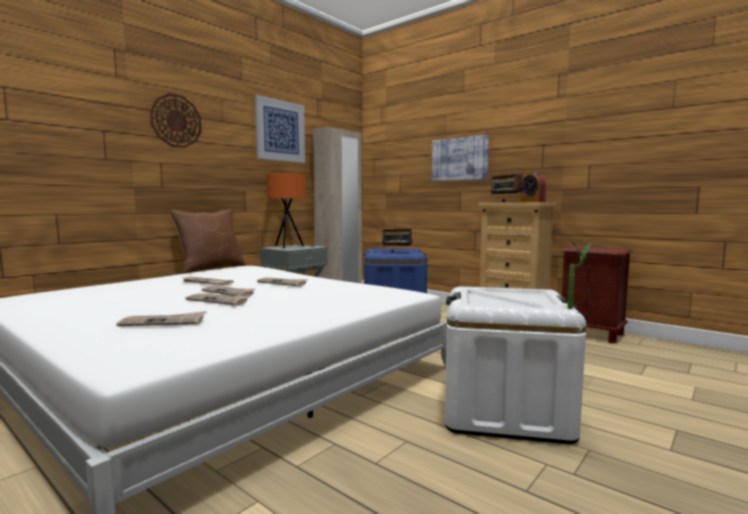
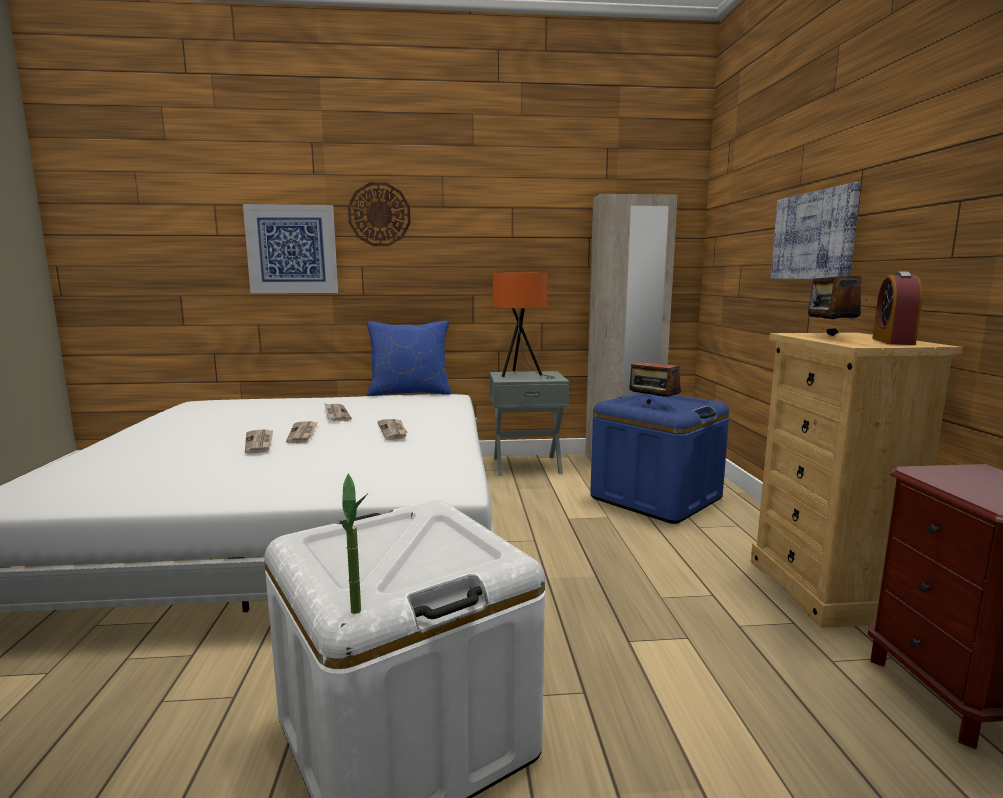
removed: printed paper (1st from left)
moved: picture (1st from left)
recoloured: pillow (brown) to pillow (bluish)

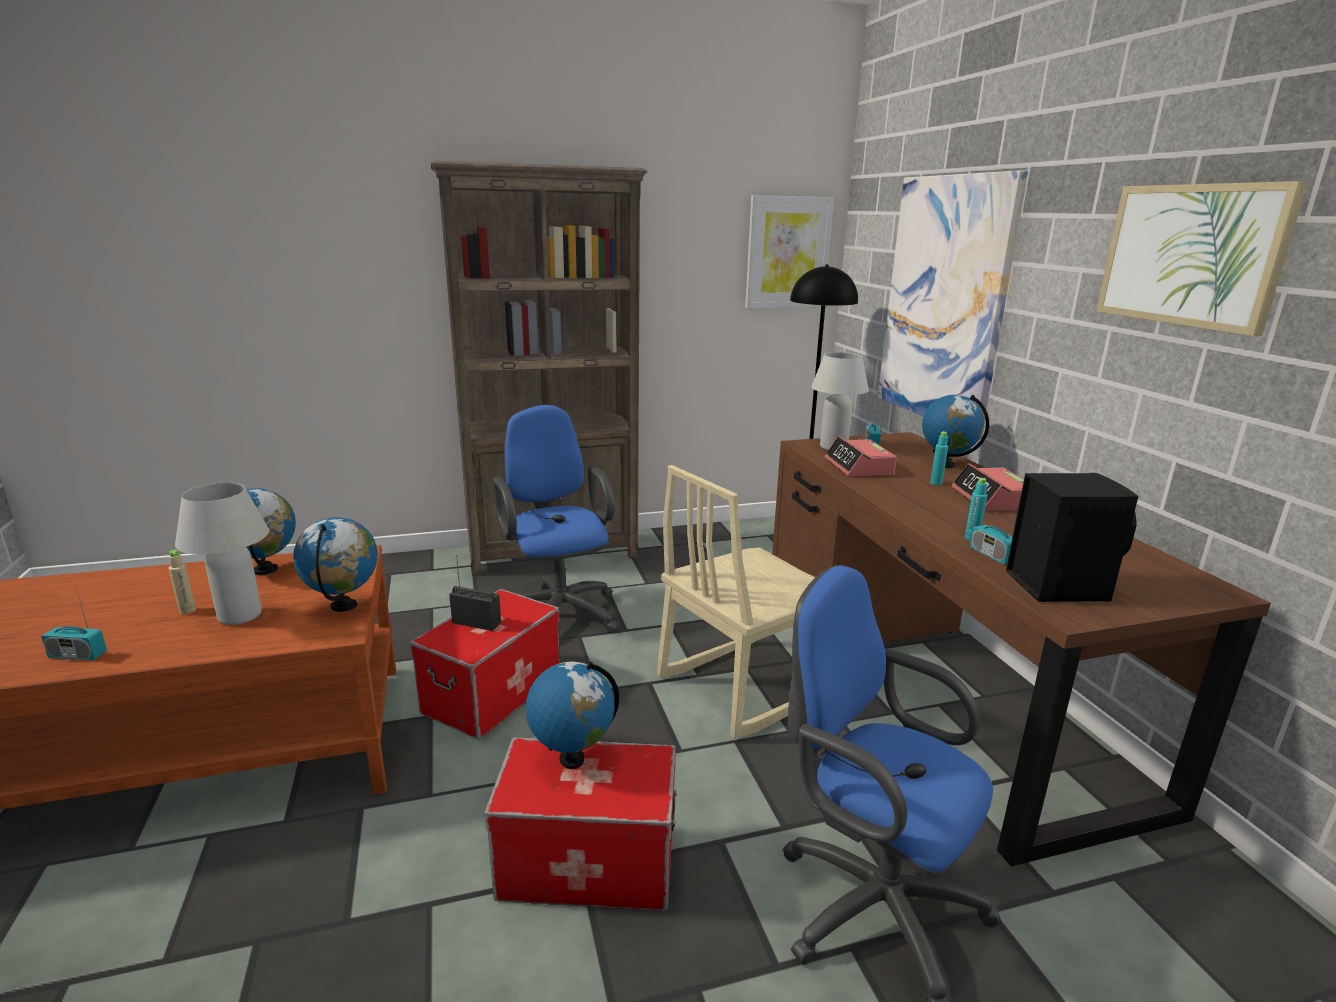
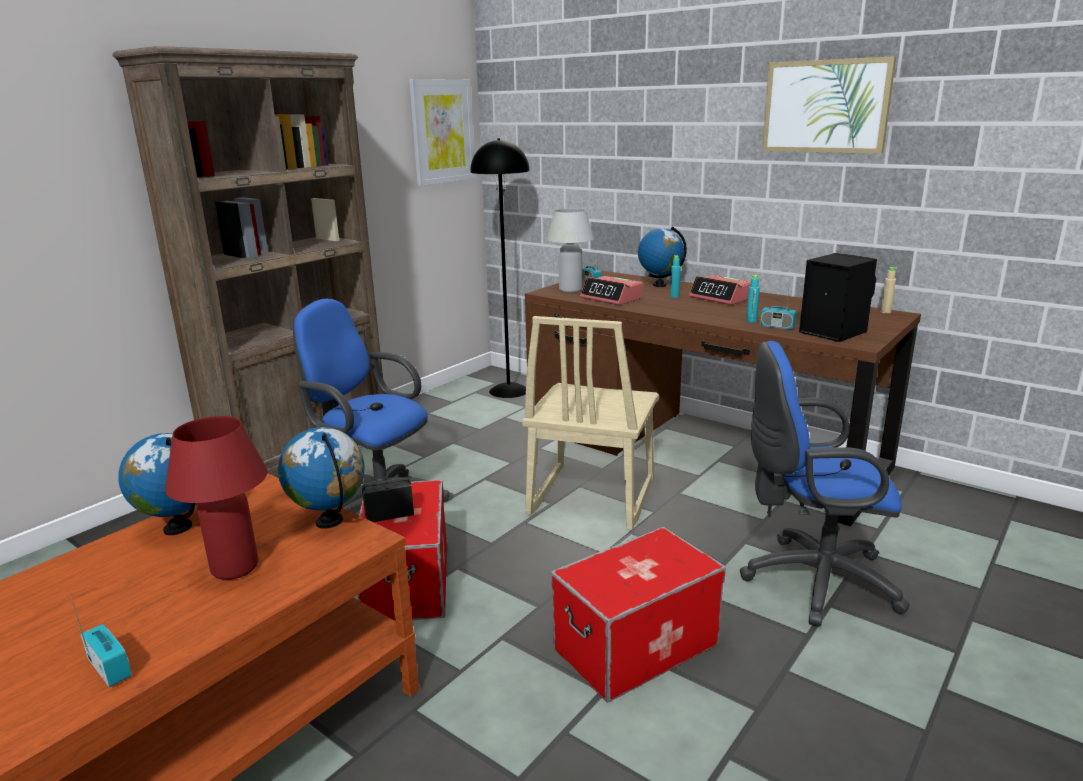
removed: picture (2nd from left); world globe (3rd from left)
moved: bottle (sand-coloured)
recoloured: lamp for a table (whitish) (1st from left) to lamp for a table (red)
turned: radio receiver (1st from left) 105 degrees counterclockwise

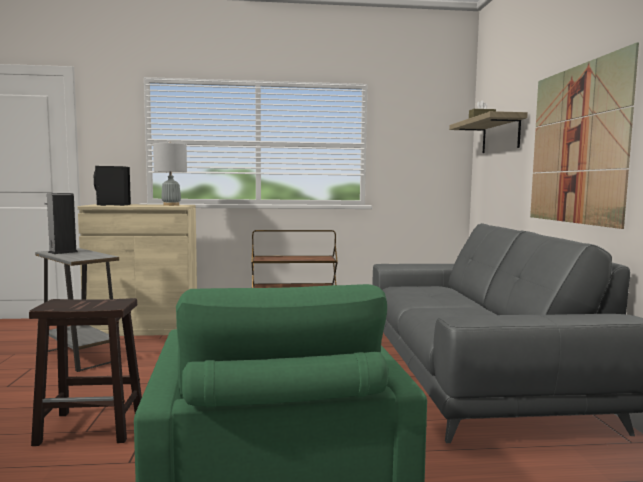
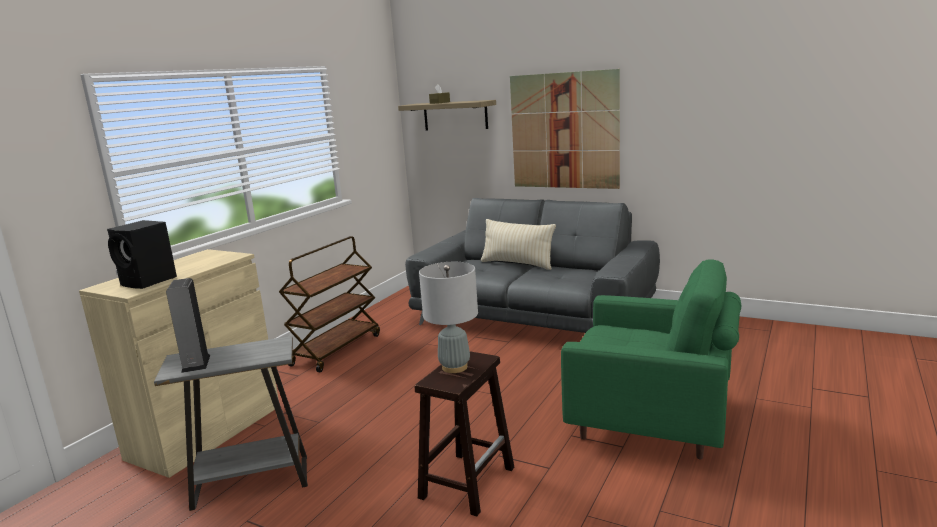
added: pillow (sand-coloured)
moved: lamp for a table (greyish)

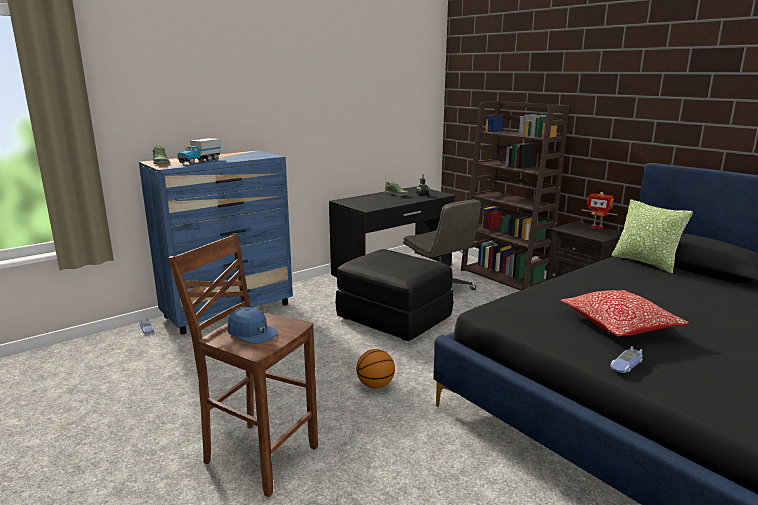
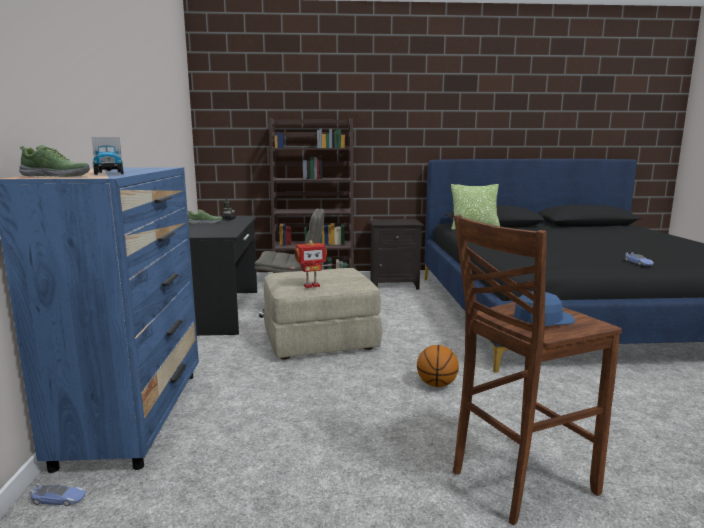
removed: pillow (1st from left)
moved: robot figure (2nd from left)
recoloured: pouffe (blackish) to pouffe (sand-coloured)

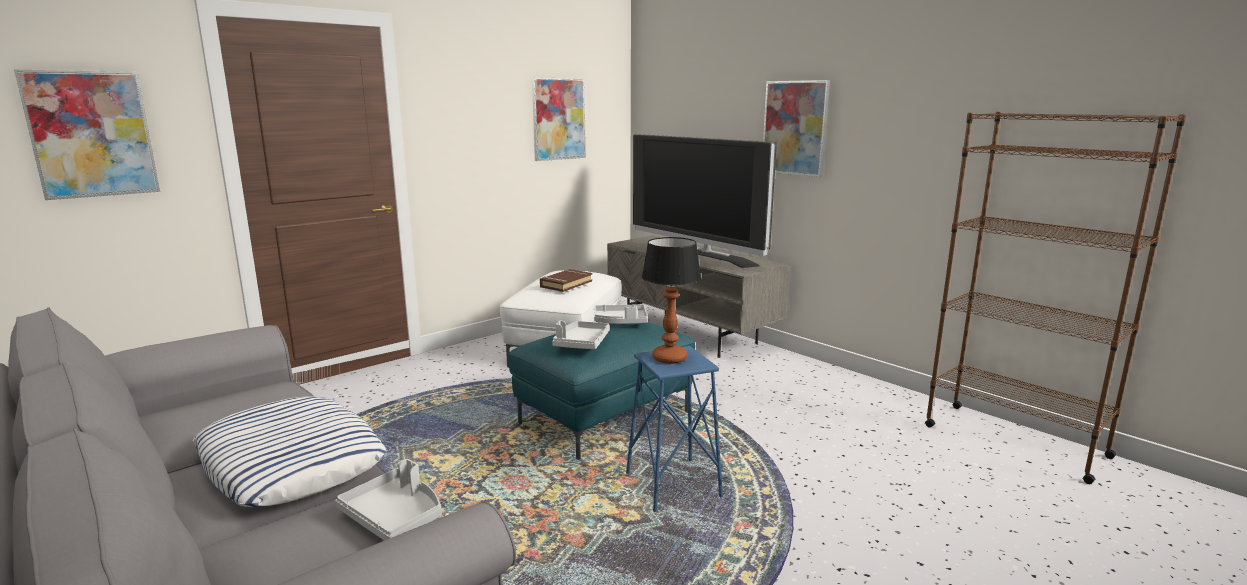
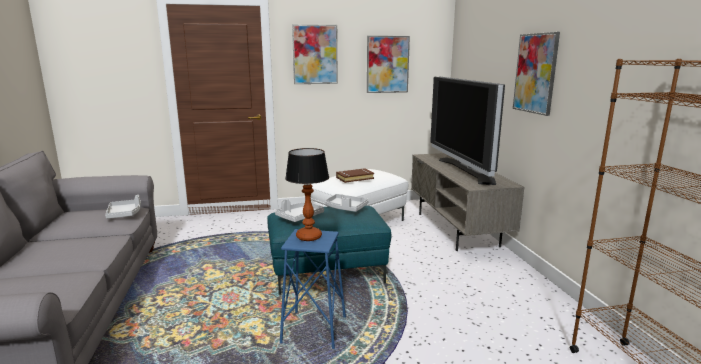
removed: pillow
moved: picture (1st from left); serving tray (greyish) (1st from left)

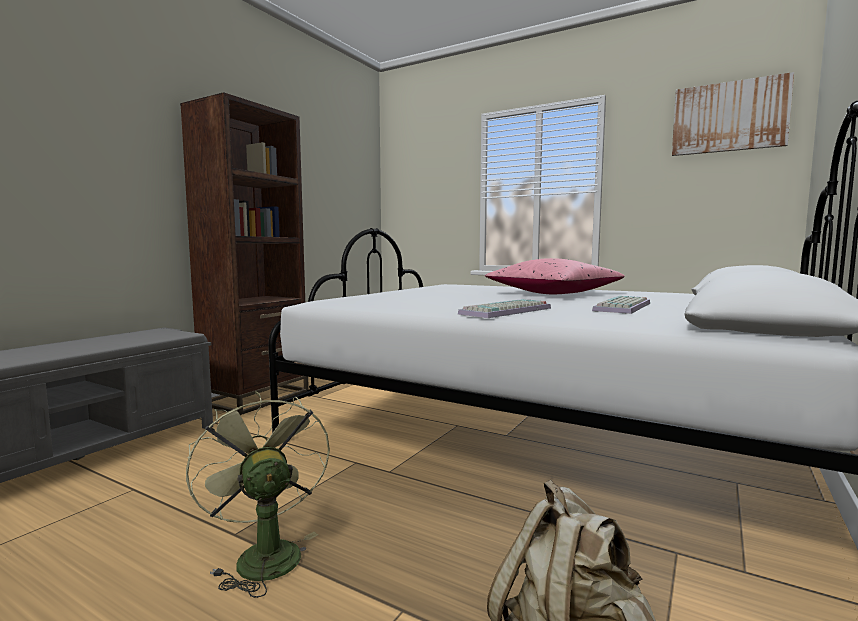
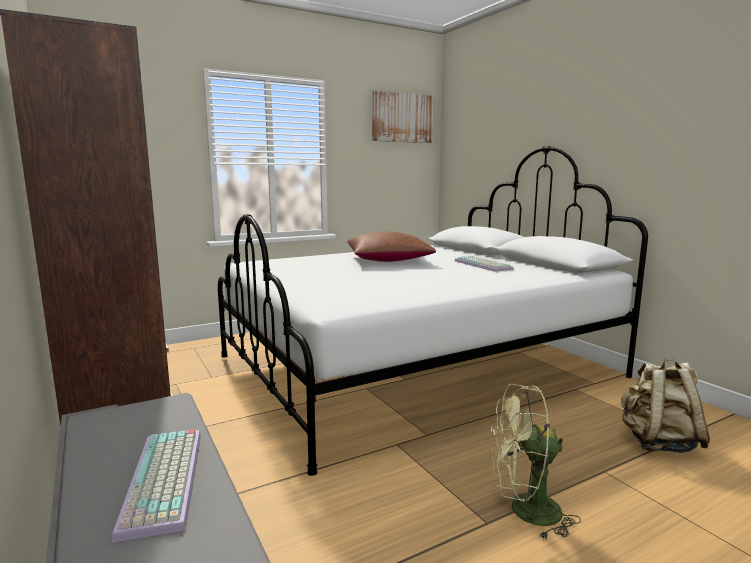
moved: PC keyboard (1st from left)
recoloured: pillow (pinkish) to pillow (brown)

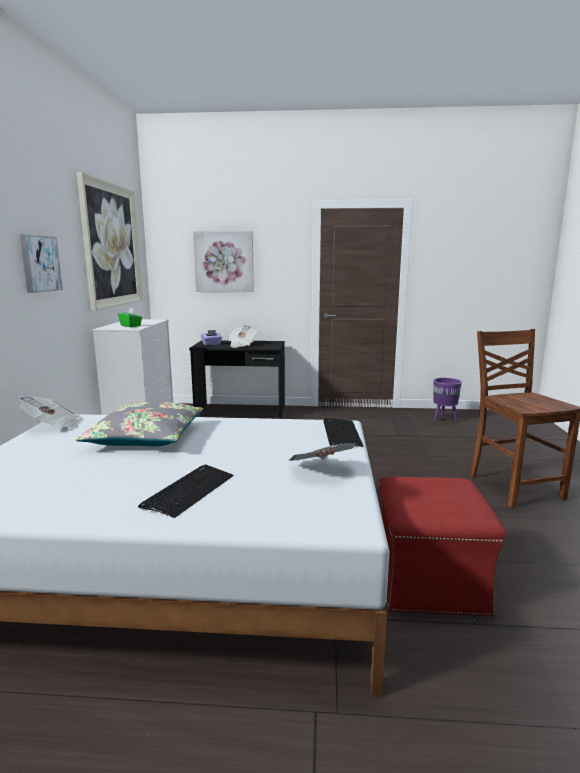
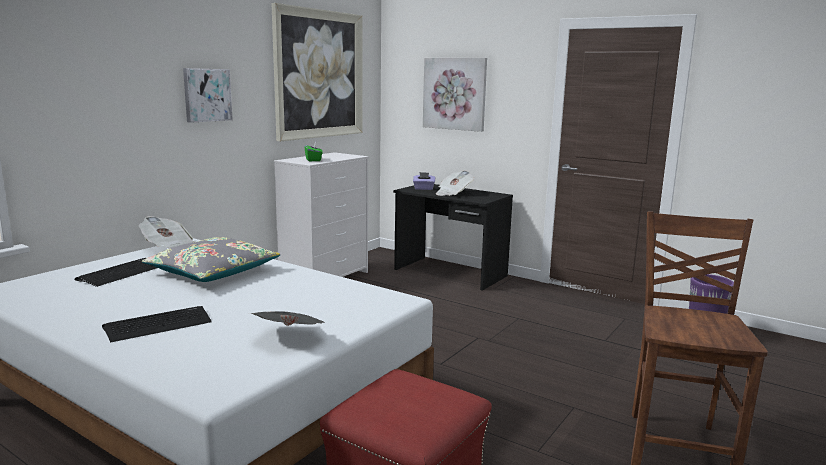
moved: PC keyboard (2nd from left in the first image) to PC keyboard (1st from left)

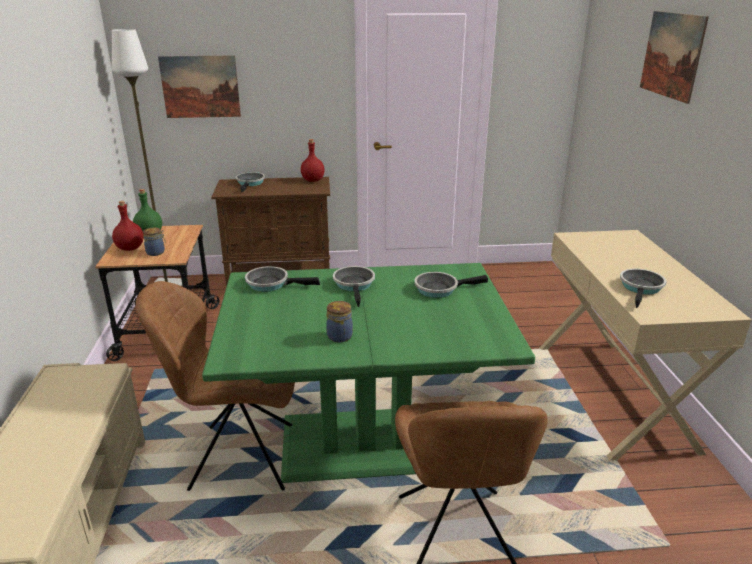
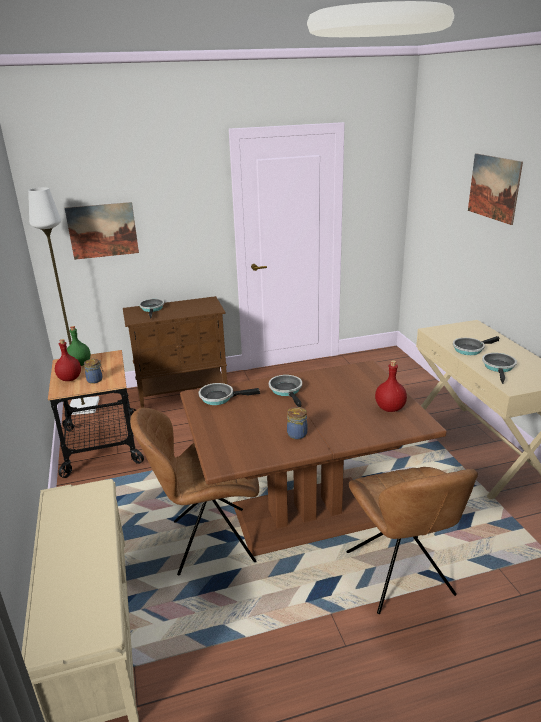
moved: bottle (red) (2nd from left); skillet (4th from left)
recoloured: kitchen table (green-coloured) to kitchen table (brown)

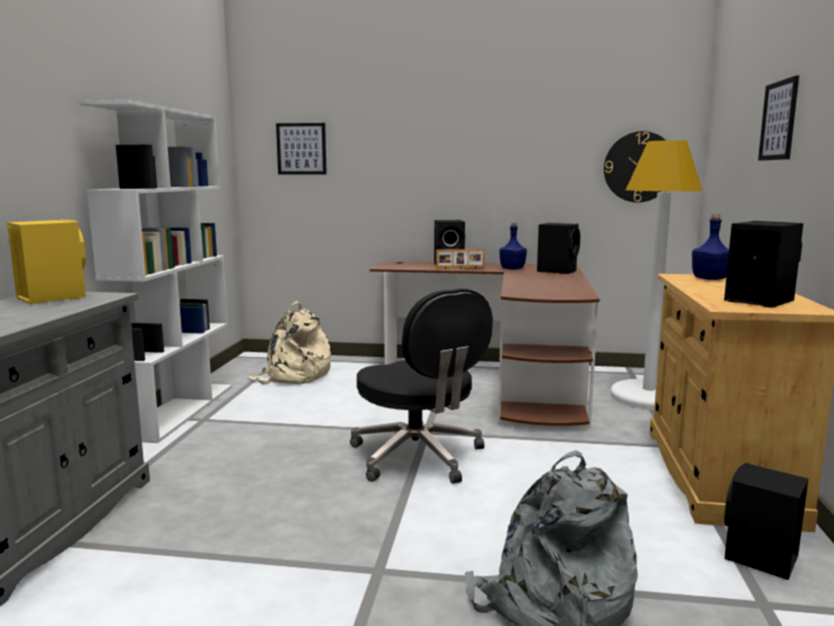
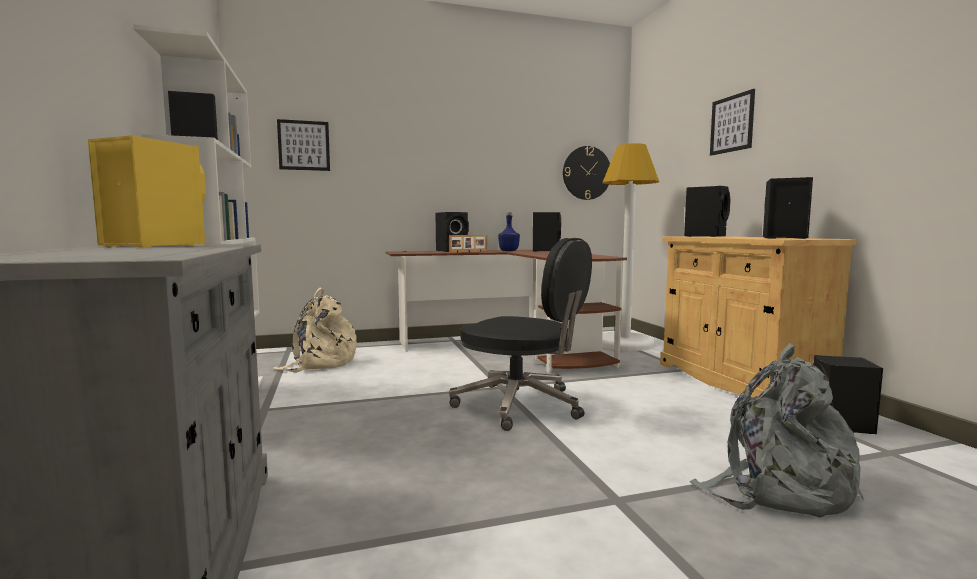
replaced: bottle (bluish) (2nd from left) to loudspeaker (blackish) (3rd from left)

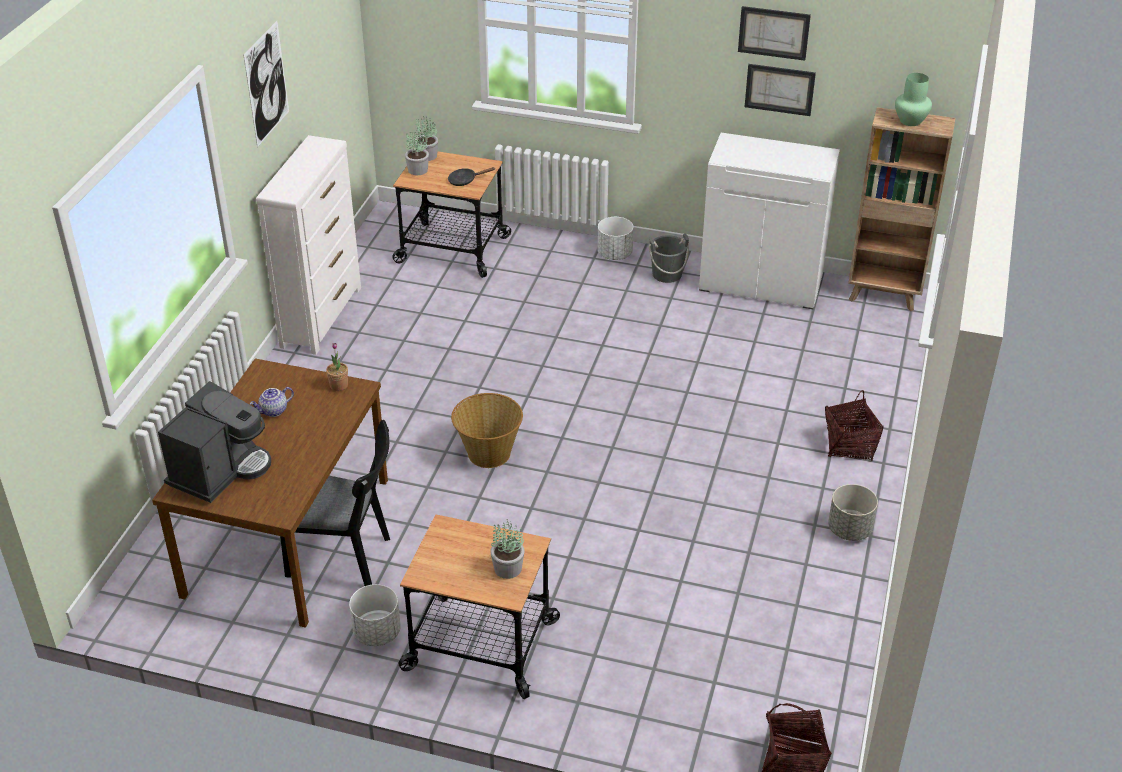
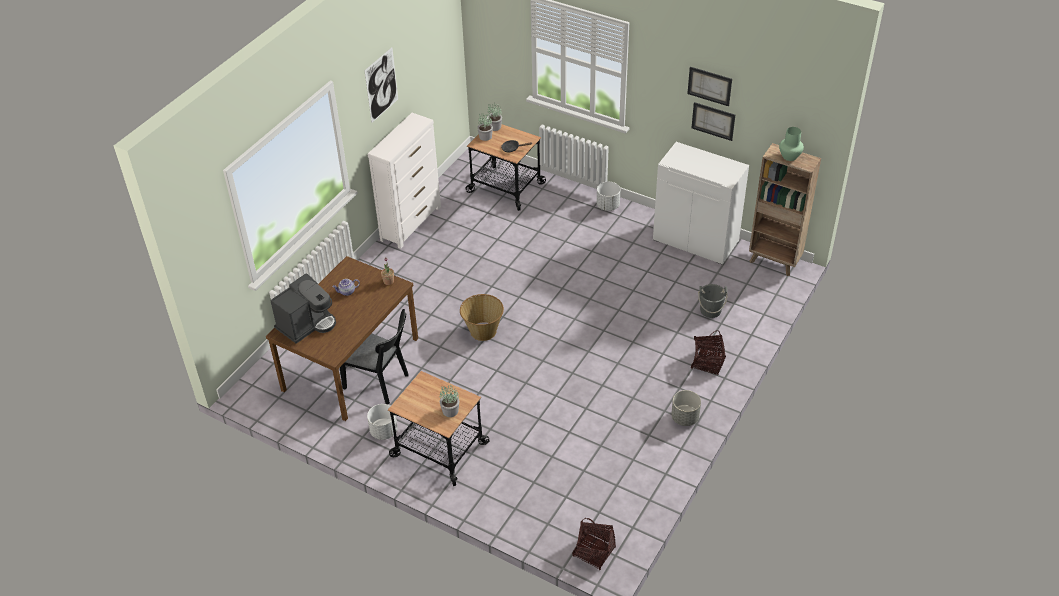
moved: water bucket (greyish)

